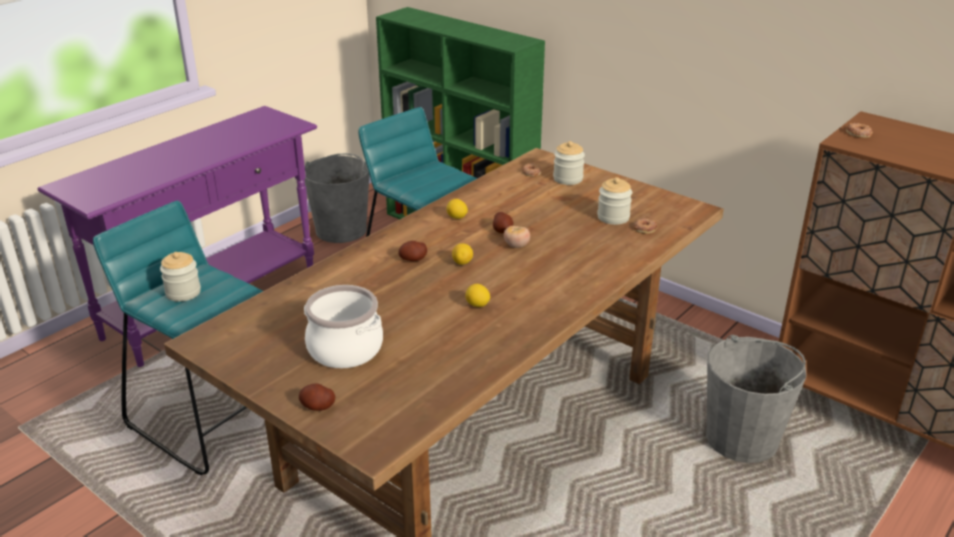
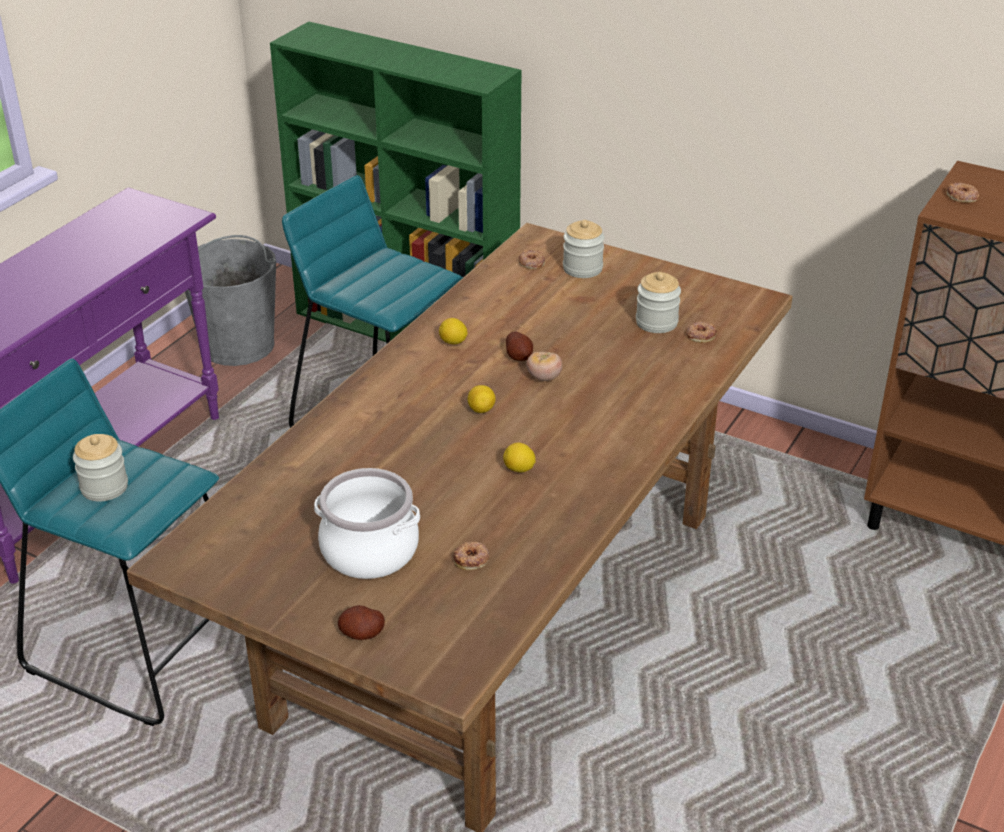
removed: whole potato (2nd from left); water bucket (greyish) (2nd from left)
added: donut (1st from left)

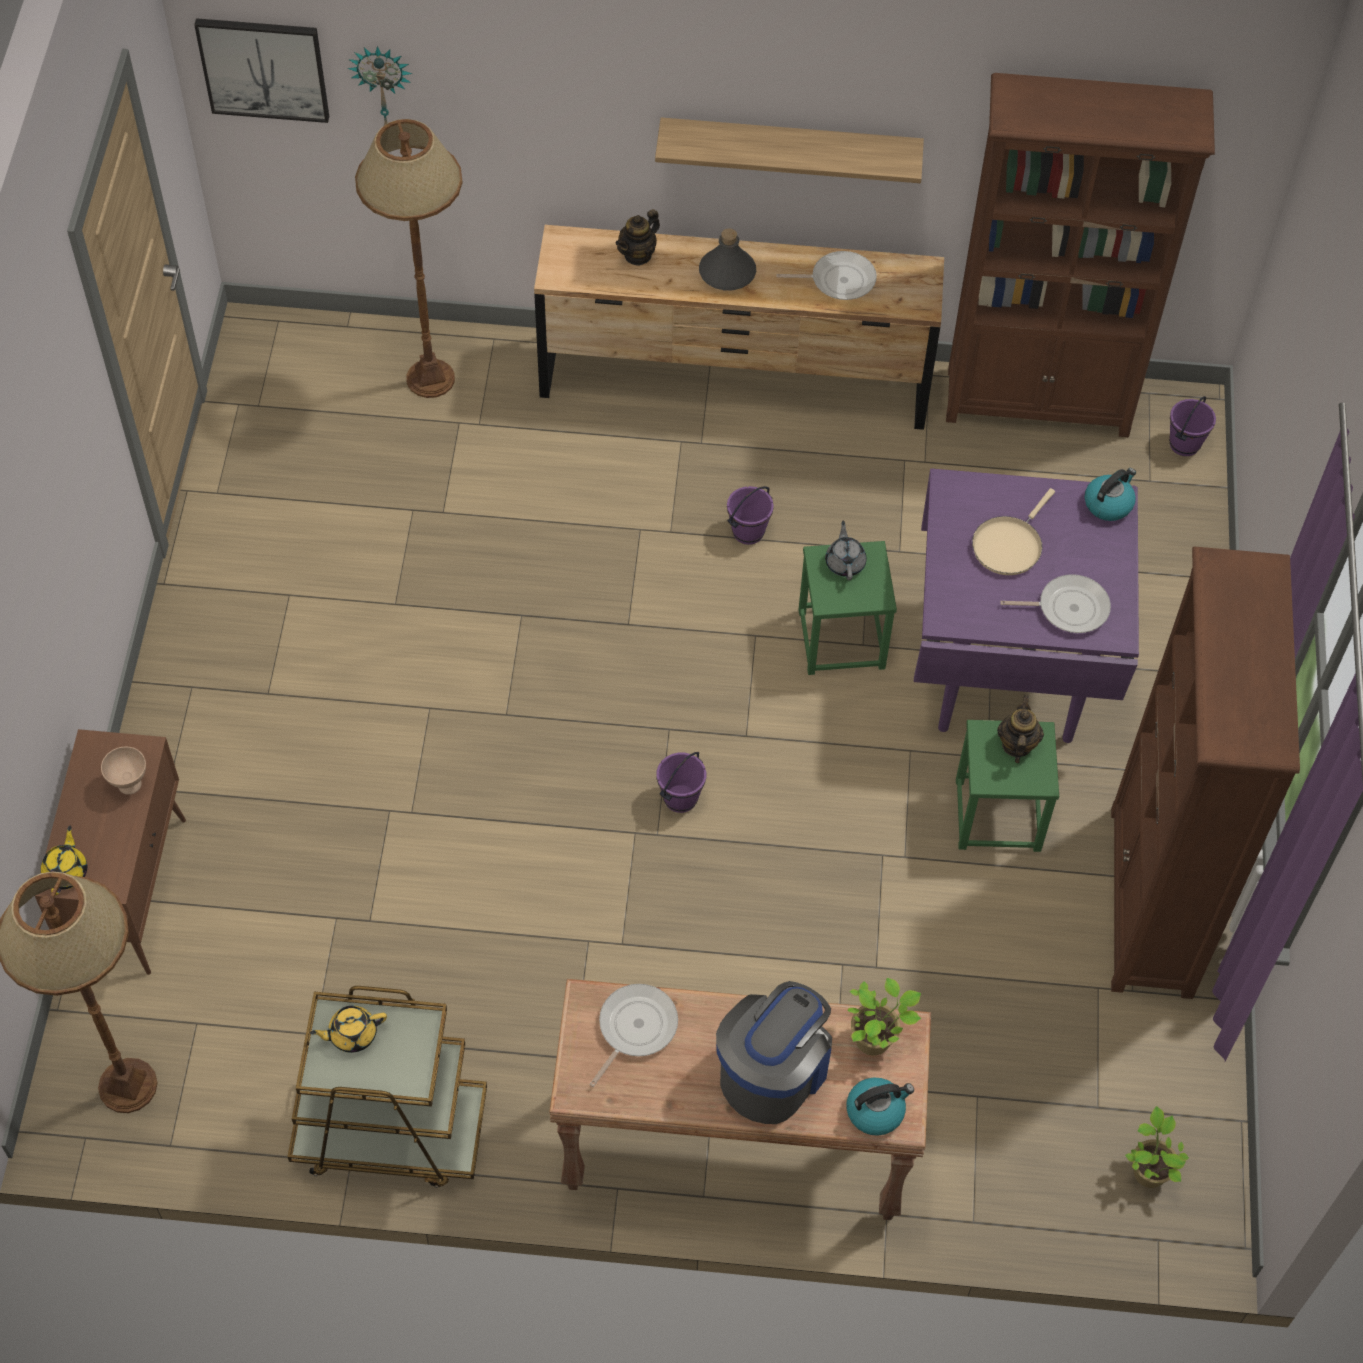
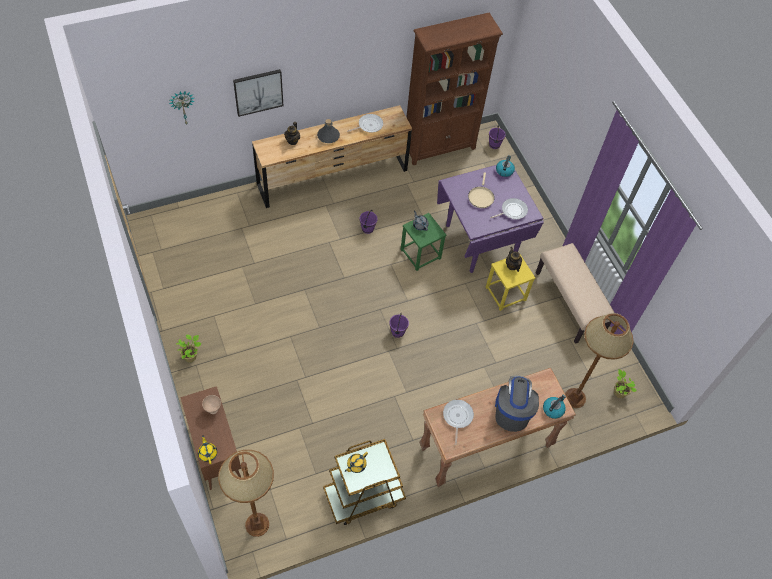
removed: shelf
moved: picture; standing lamp (brown) (2nd from left); potted plant (1st from left)
replaced: bookshelf (brown) (2nd from left) to indoor bench (sand-coloured)
recoloured: stool (green-coloured) (2nd from left) to stool (yellow-coloured)

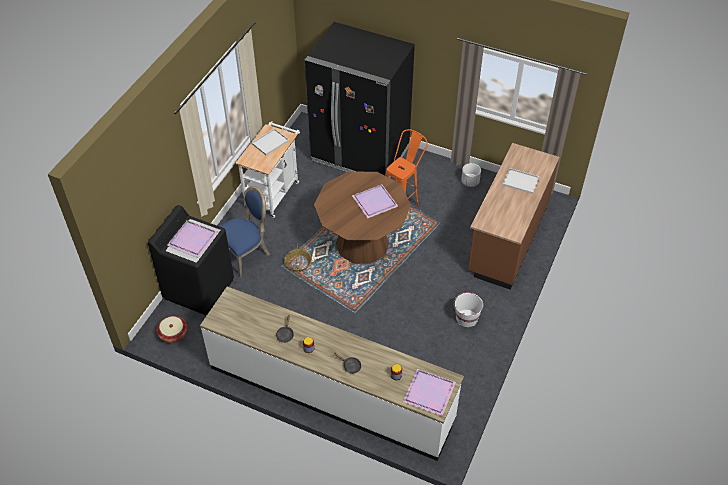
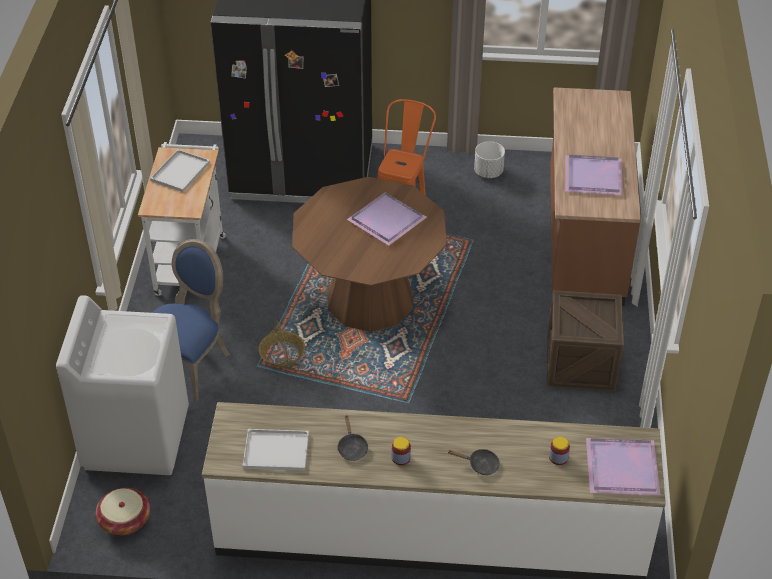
moved: serving tray (whitish) (2nd from left); serving tray (purplish) (1st from left in the first image) to serving tray (purplish) (2nd from left)
replaced: water bucket (whitish) to crate
recoloured: laundry machine (blackish) to laundry machine (whitish)

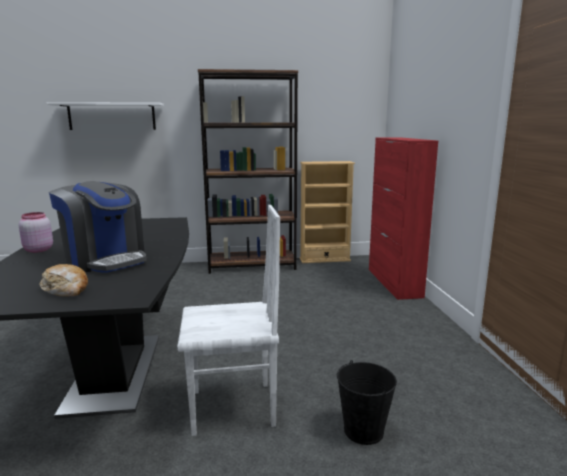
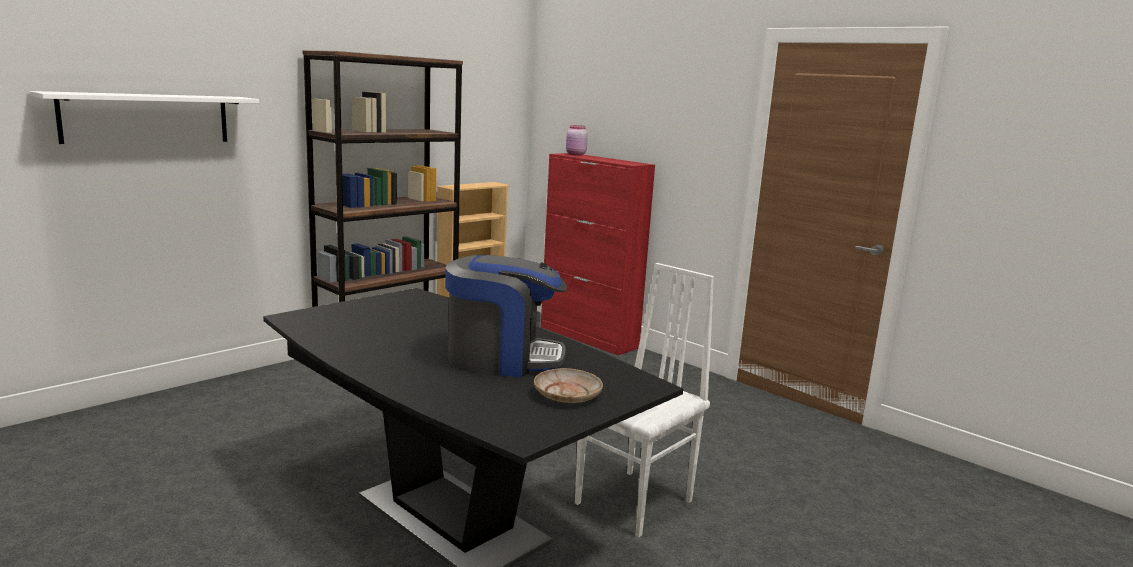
removed: water bucket (blackish)
moved: jar (pinkish)
replaced: bread to dinner plate (sand-coloured)

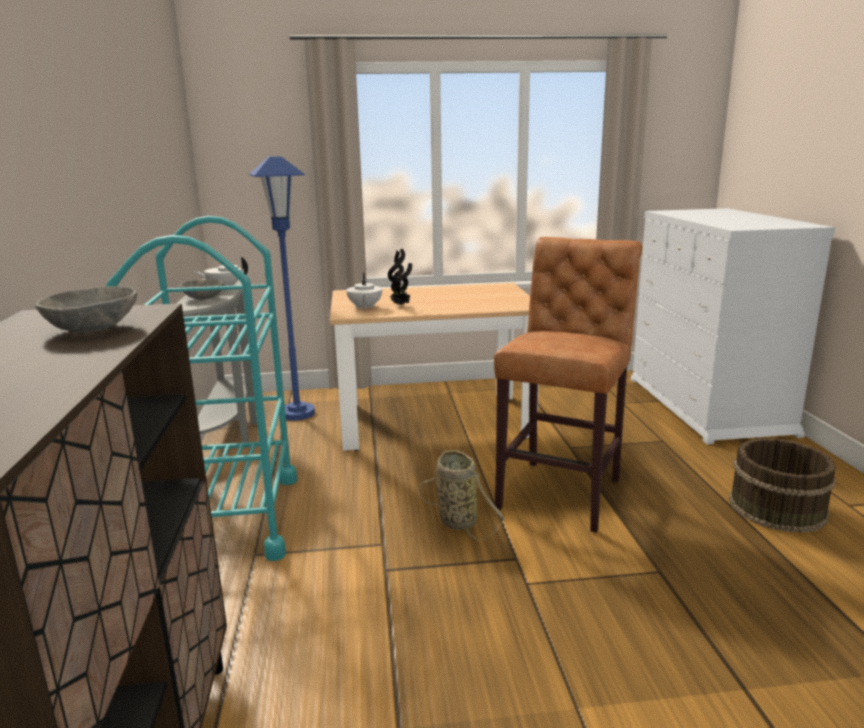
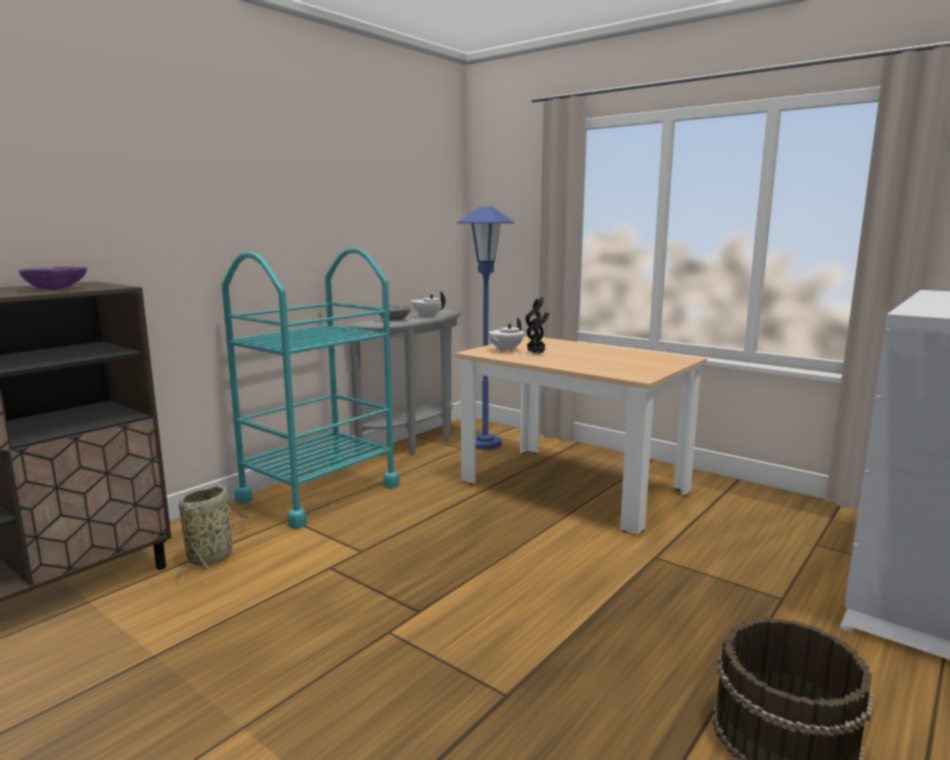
removed: stool (brown)
moved: household basket
recoloured: deep dish (greyish) (1st from left) to deep dish (purplish)

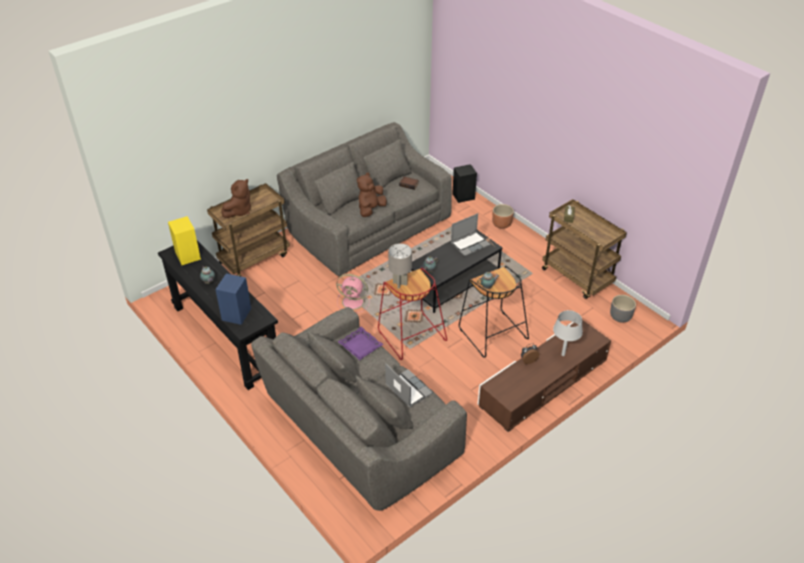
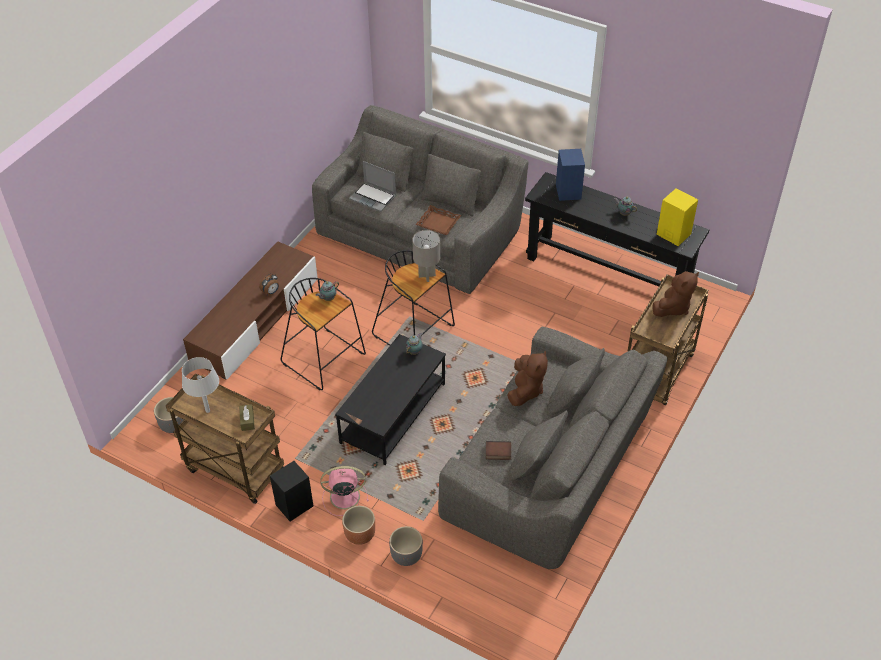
removed: portable computer (2nd from left)
added: flower pot (greyish) (2nd from left)
moved: loudspeaker (blackish); cooling fan (pinkish); lamp for a table (greyish) (2nd from left in the first image) to lamp for a table (greyish) (1st from left)
recoloured: stool (red) to stool (blackish) (2nd from left); serving tray (purplish) to serving tray (brown)
turned: plush toy (brown) (1st from left in the first image) 150 degrees counterclockwise

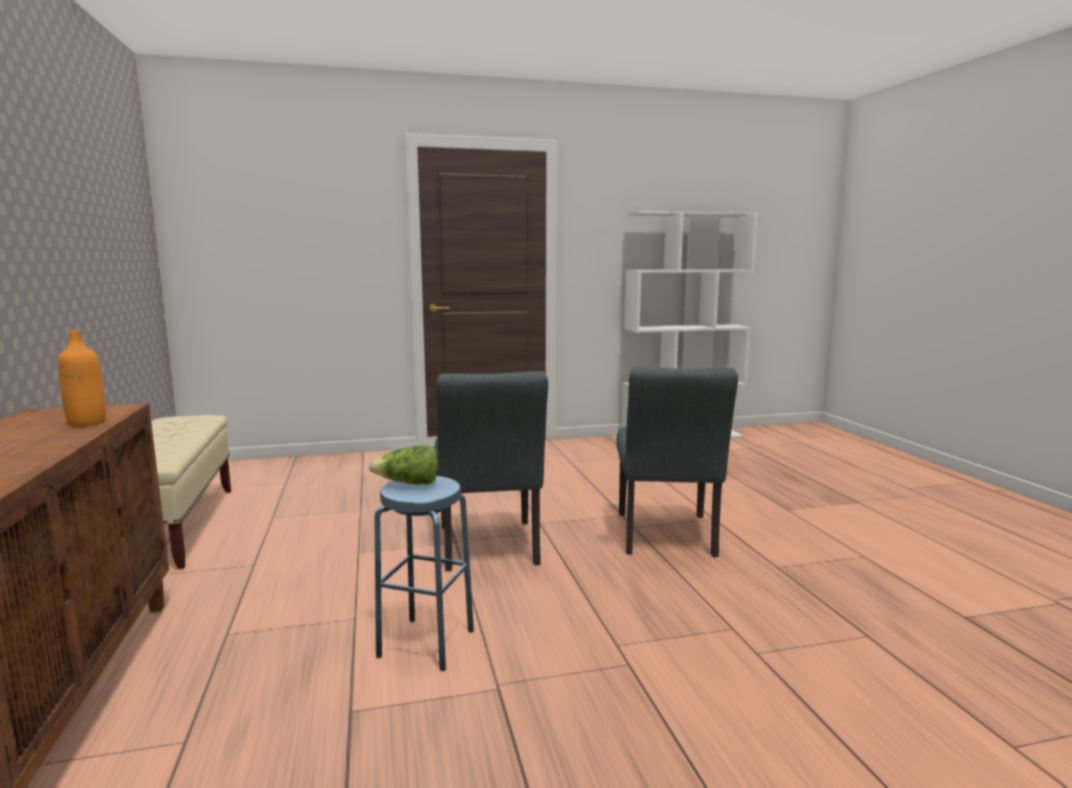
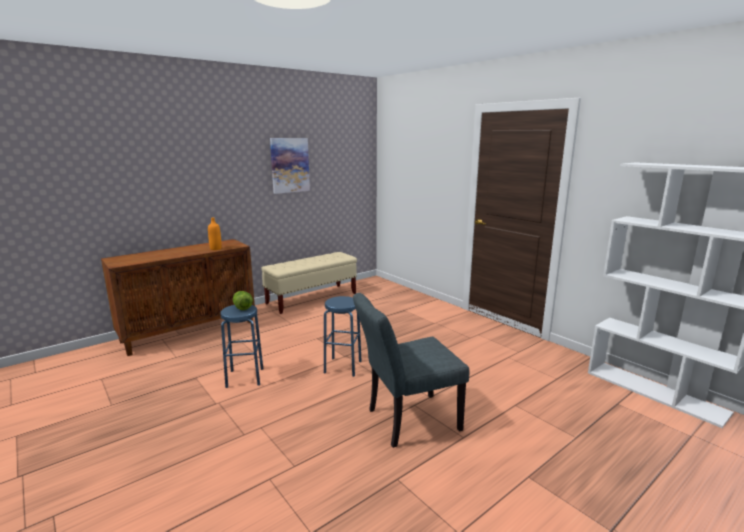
added: picture
replaced: upright chair (greyish) (1st from left) to stool (bluish) (2nd from left)

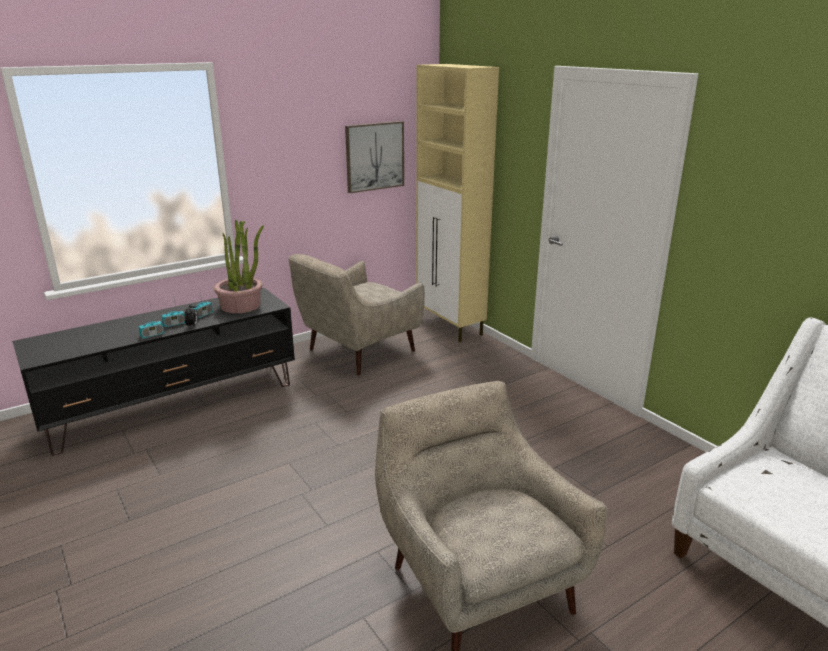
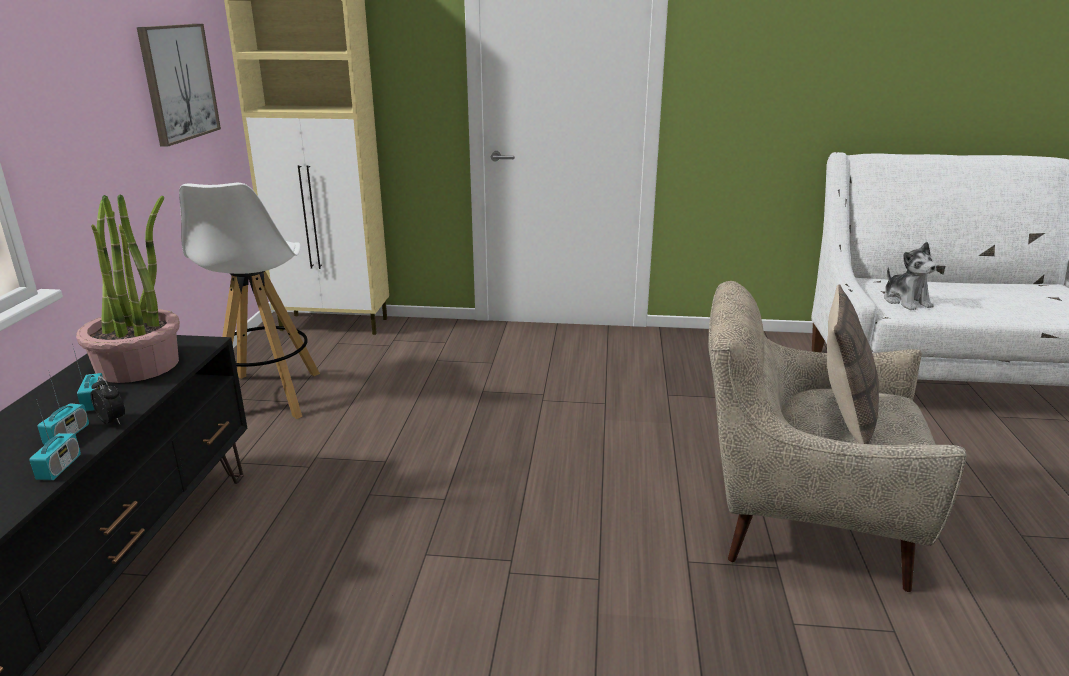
added: plush toy; pillow
replaced: easy chair (sand-coloured) (1st from left) to stool (whitish)

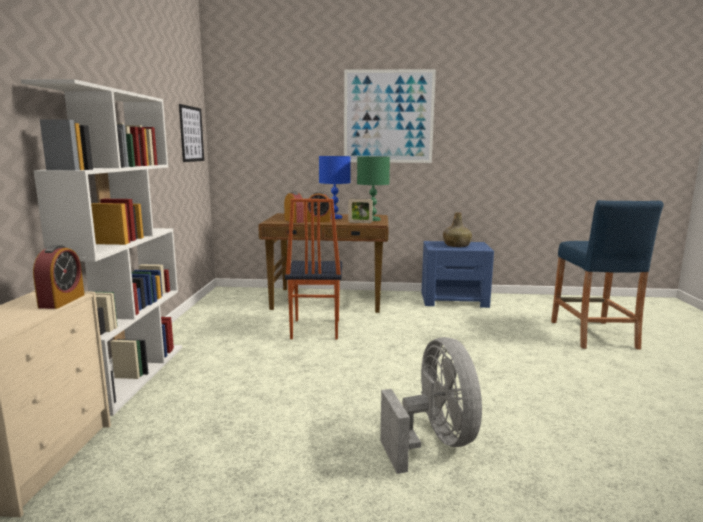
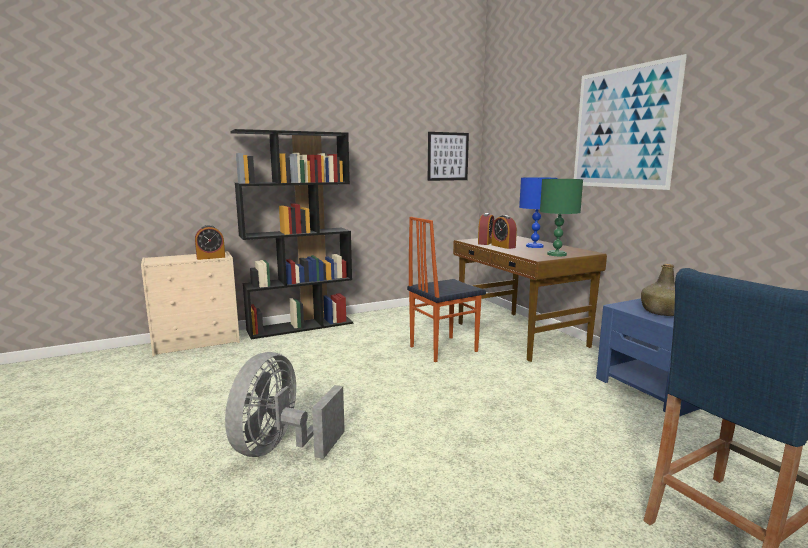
removed: photo frame
recoloured: bookshelf (whitish) to bookshelf (blackish)
turned: cooling fan (greyish) 150 degrees clockwise

